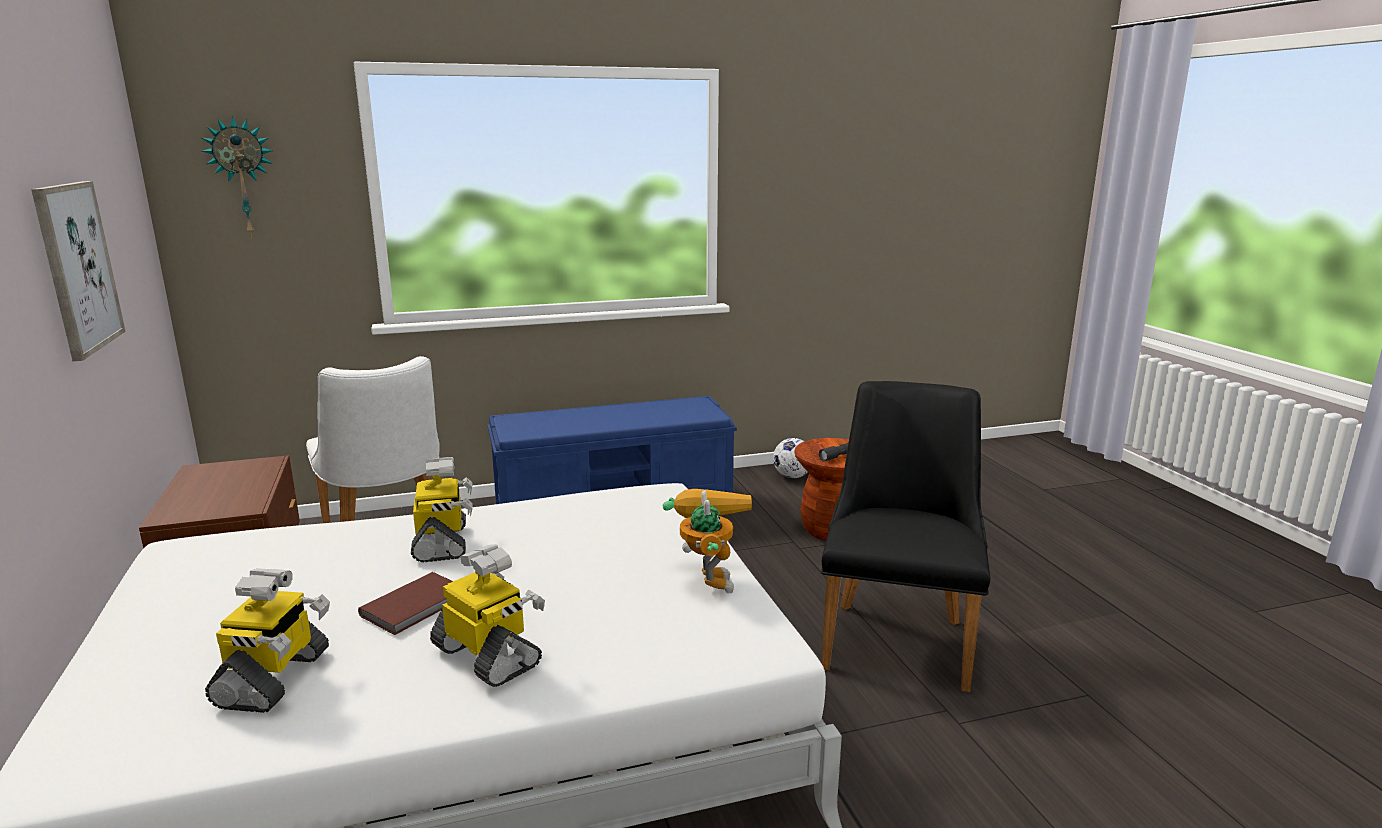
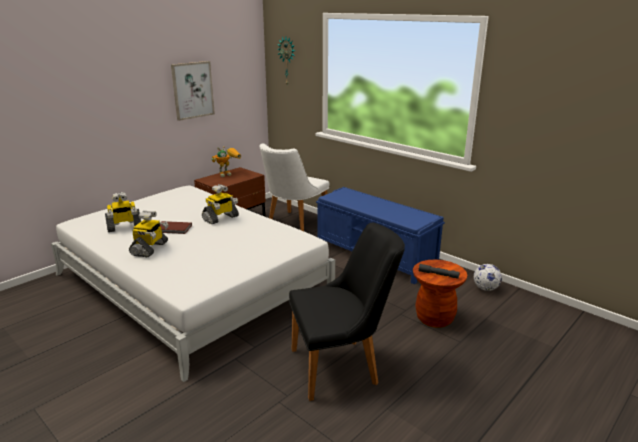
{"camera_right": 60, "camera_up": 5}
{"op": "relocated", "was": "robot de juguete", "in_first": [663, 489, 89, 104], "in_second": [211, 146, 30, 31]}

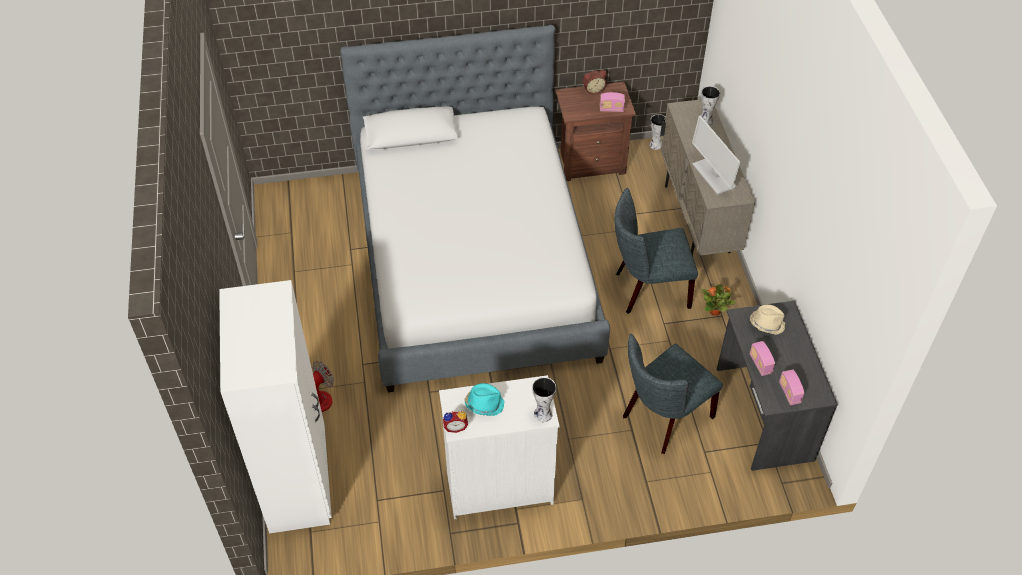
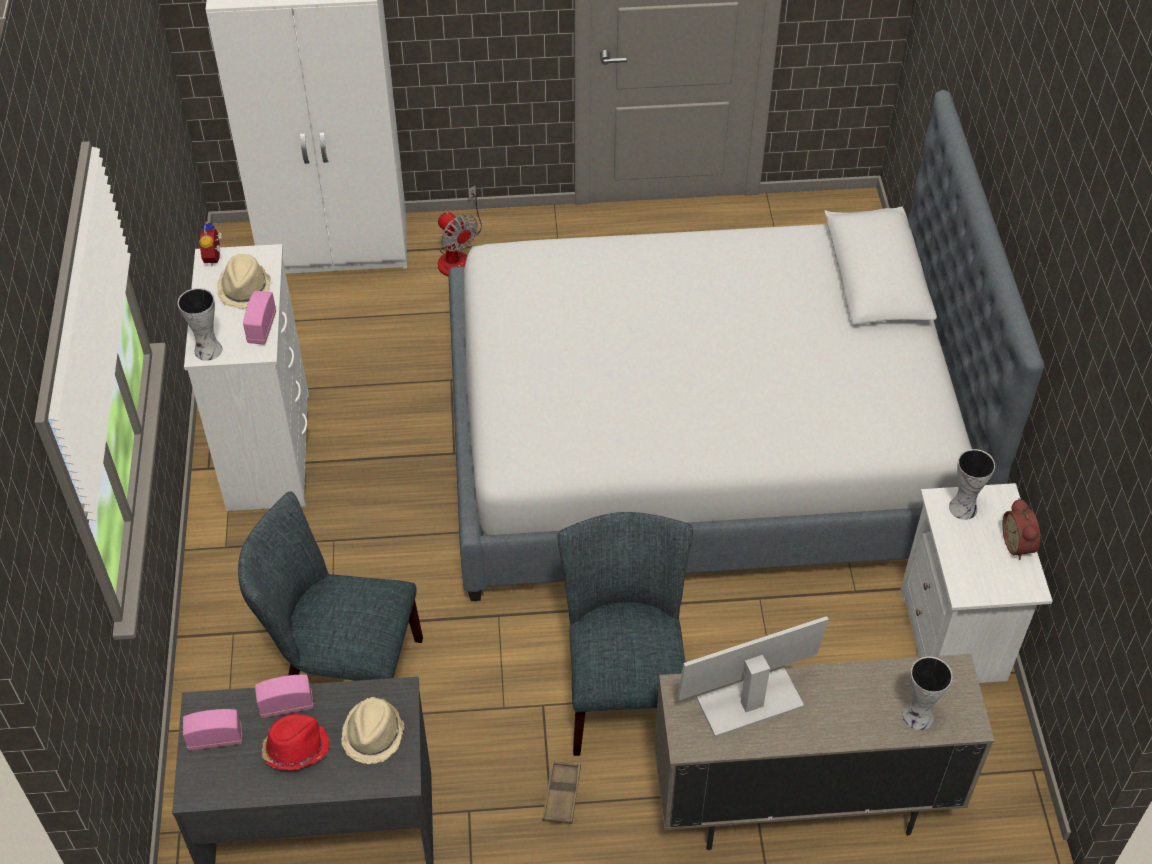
{"camera_right": 95, "camera_up": 0}
{"op": "appeared", "now": "sombrero/rojo", "in_second": [262, 714, 68, 57]}
{"op": "relocated", "was": "radio", "in_first": [600, 92, 25, 20], "in_second": [243, 291, 33, 54]}
{"op": "relocated", "was": "florero", "in_first": [649, 114, 17, 36], "in_second": [949, 449, 46, 71]}
{"op": "exchanged", "was": "planta en maceta", "now": "bandeja/marrón", "in_first": [701, 284, 34, 32], "in_second": [542, 761, 39, 63]}
{"op": "colour", "was": "sombrero/turquesa", "now": "sombrero/beis", "in_first": [464, 383, 41, 33], "in_second": [217, 254, 54, 55]}
{"op": "colour", "was": "mesita de noche/marrón", "now": "mesita de noche/blanco", "in_first": [555, 82, 81, 99], "in_second": [901, 483, 152, 200]}
{"op": "spun", "was": "silla/gris", "in_first": [623, 334, 100, 120], "in_second": [238, 492, 185, 189], "clockwise": -45}

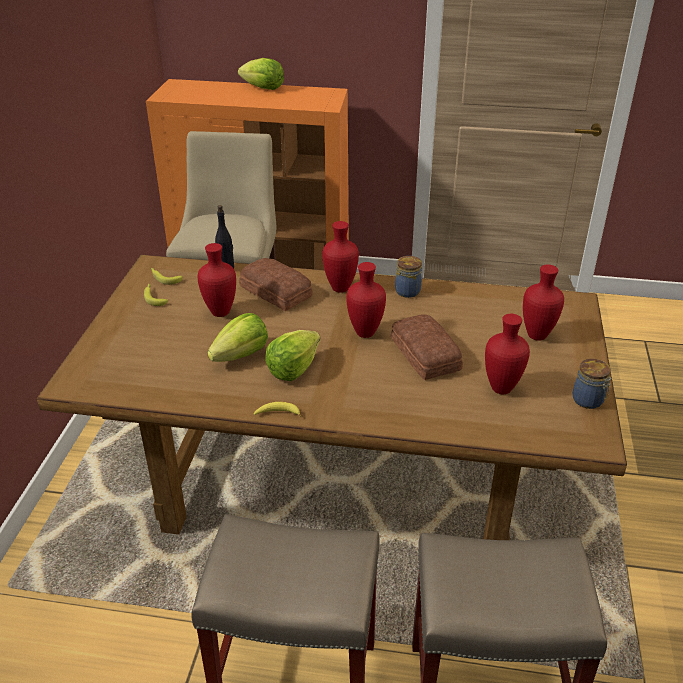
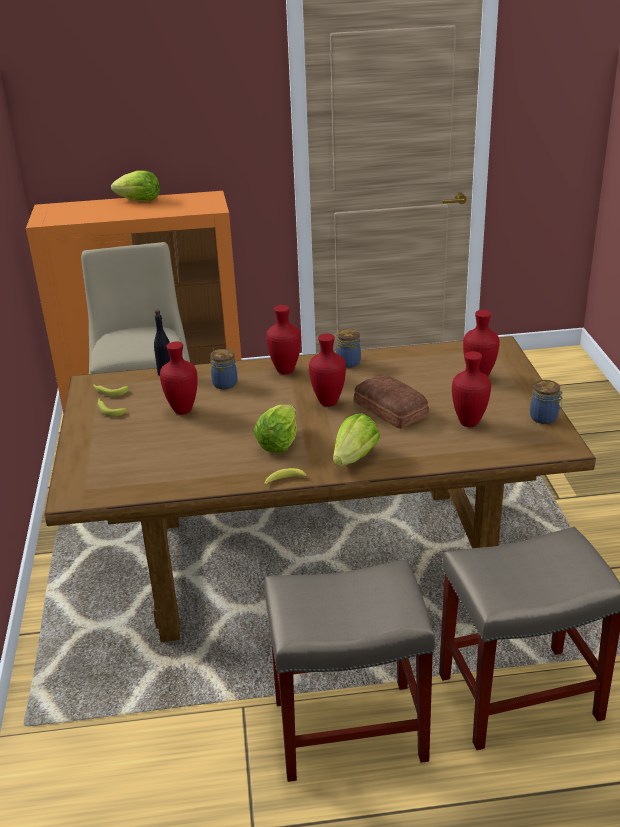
{"camera_right": -15, "camera_up": -5}
{"op": "relocated", "was": "lechuga", "in_first": [207, 313, 61, 49], "in_second": [333, 413, 47, 53]}
{"op": "exchanged", "was": "pan", "now": "tarro", "in_first": [239, 258, 74, 53], "in_second": [210, 349, 28, 40]}

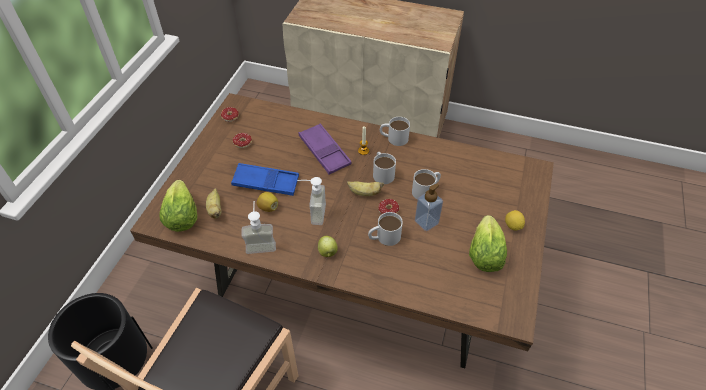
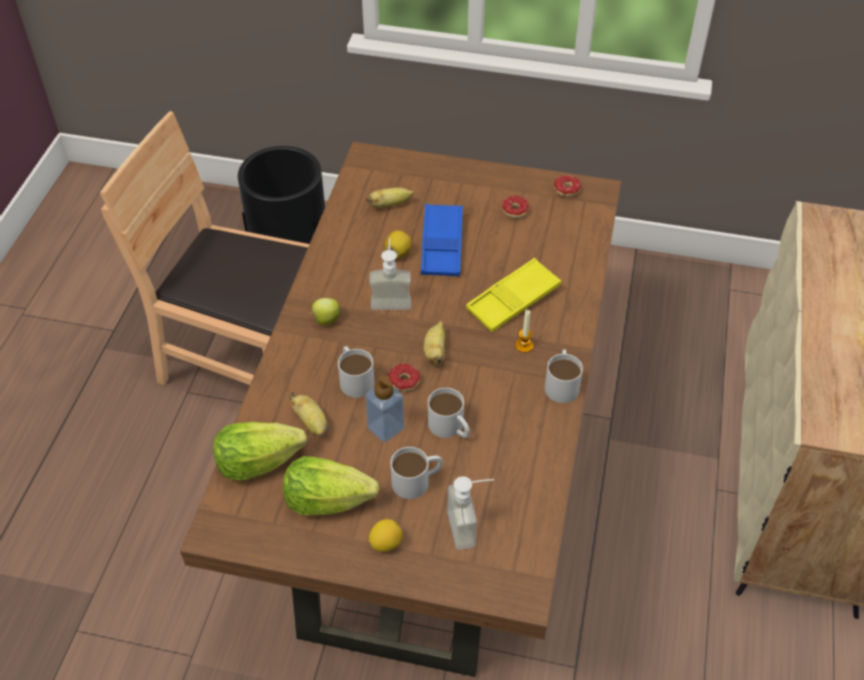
{"camera_right": 85, "camera_up": 0}
{"op": "appeared", "now": "plátano", "in_second": [289, 391, 38, 46]}
{"op": "relocated", "was": "lechuga", "in_first": [159, 180, 38, 52], "in_second": [213, 422, 94, 59]}
{"op": "relocated", "was": "dispensador de jabón", "in_first": [241, 201, 35, 53], "in_second": [447, 476, 47, 74]}
{"op": "relocated", "was": "taza grande/blanco", "in_first": [373, 152, 23, 32], "in_second": [391, 447, 52, 52]}
{"op": "colour", "was": "bandeja/morado", "now": "bandeja/amarillo", "in_first": [299, 123, 53, 52], "in_second": [466, 258, 95, 74]}

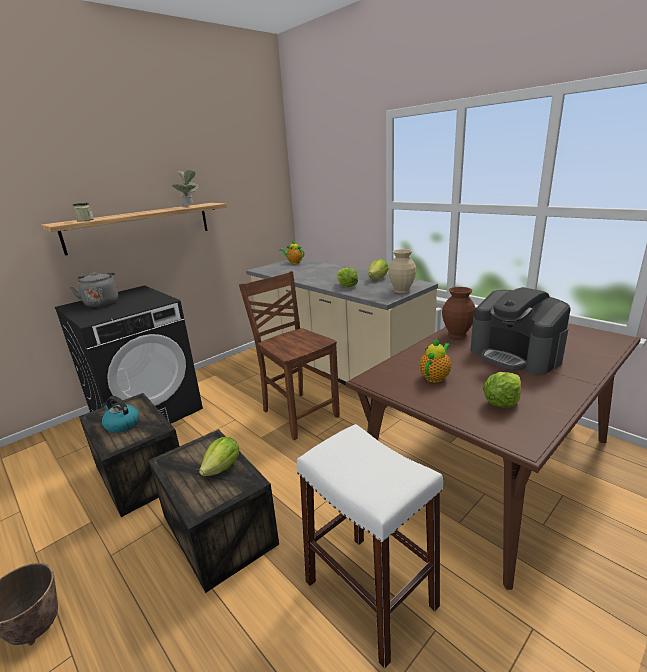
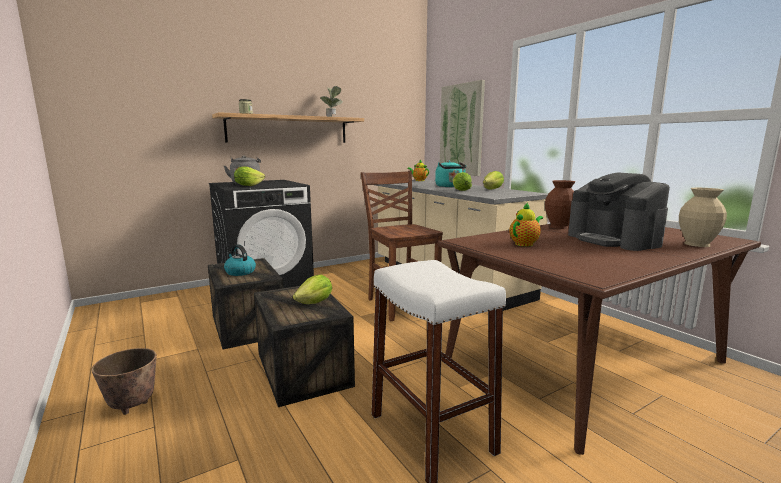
{"camera_right": 10, "camera_up": -10}
{"op": "appeared", "now": "hervidor/turquesa", "in_second": [435, 160, 32, 27]}
{"op": "appeared", "now": "cuadro", "in_second": [440, 80, 45, 96]}
{"op": "relocated", "was": "florero/beis", "in_first": [388, 249, 28, 44], "in_second": [679, 188, 48, 59]}
{"op": "relocated", "was": "lechuga", "in_first": [483, 372, 38, 36], "in_second": [234, 167, 31, 19]}

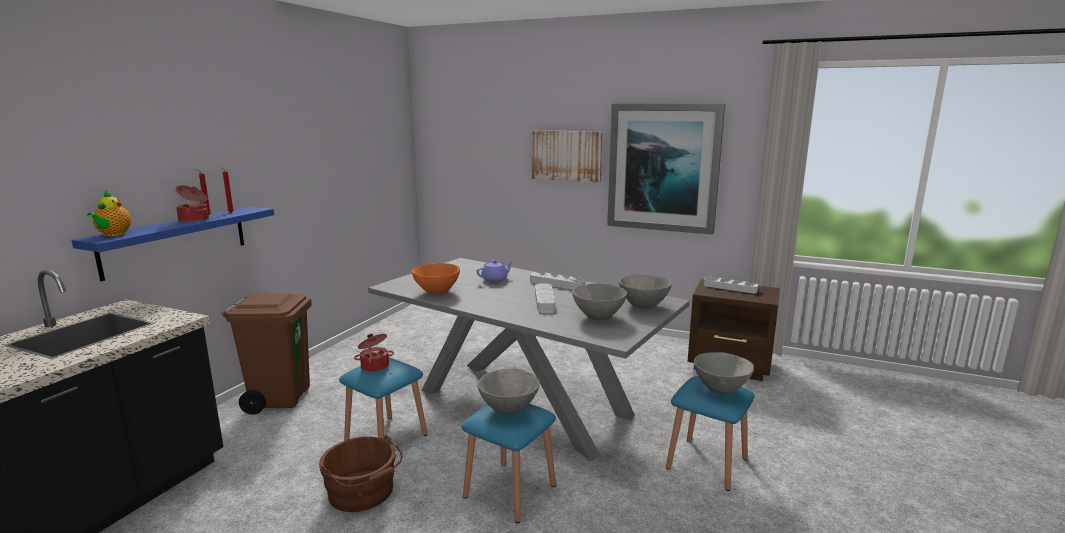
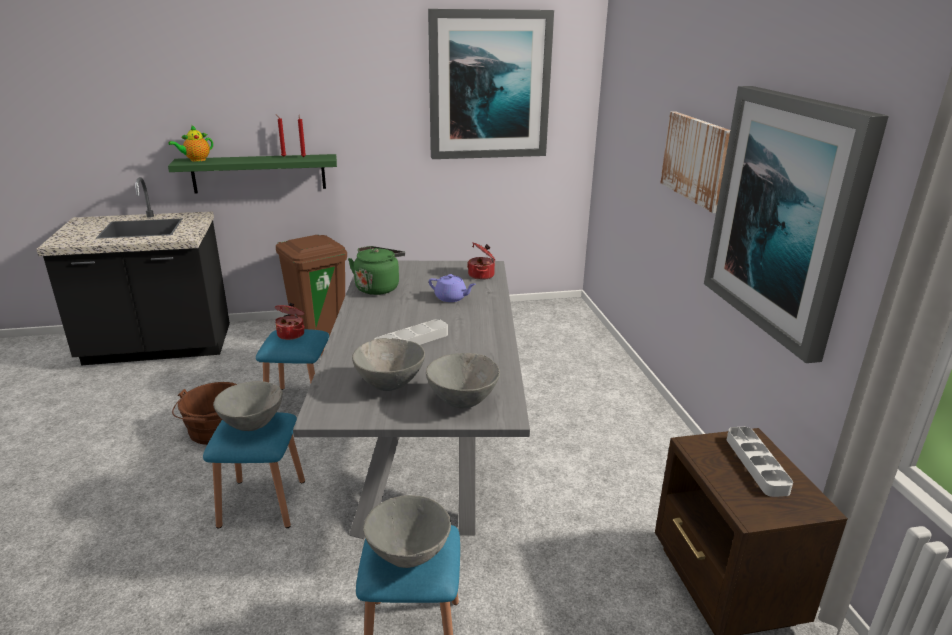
{"camera_right": 55, "camera_up": 10}
{"op": "missing", "was": "bandeja/gris", "in_first": [530, 272, 56, 17]}
{"op": "appeared", "now": "cuadro", "in_second": [428, 9, 126, 150]}
{"op": "relocated", "was": "olla", "in_first": [176, 185, 33, 37], "in_second": [467, 242, 28, 38]}
{"op": "exchanged", "was": "cuenco/naranja", "now": "hervidor/verde", "in_first": [412, 263, 48, 31], "in_second": [348, 246, 57, 49]}
{"op": "colour", "was": "estante/azul", "now": "estante/verde", "in_first": [71, 207, 203, 74], "in_second": [168, 154, 169, 40]}

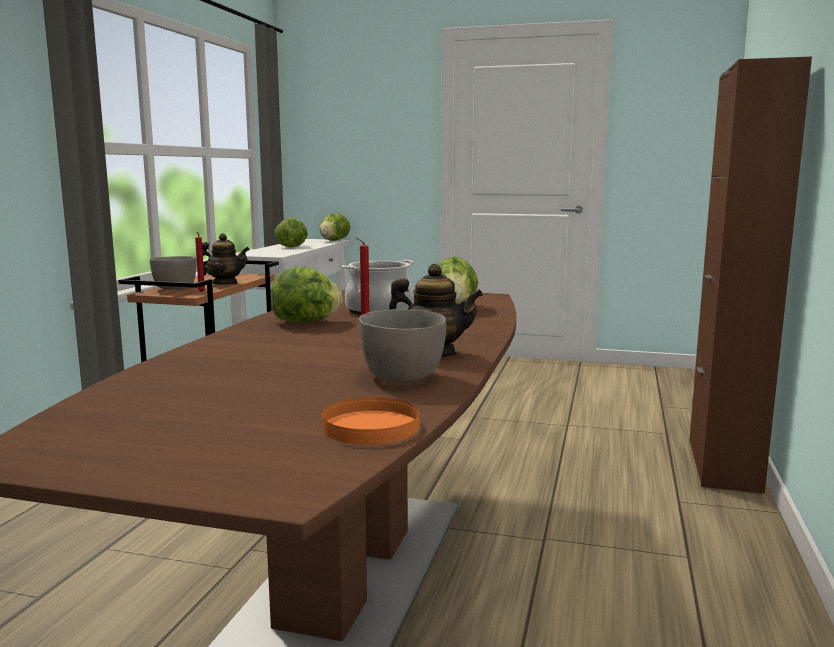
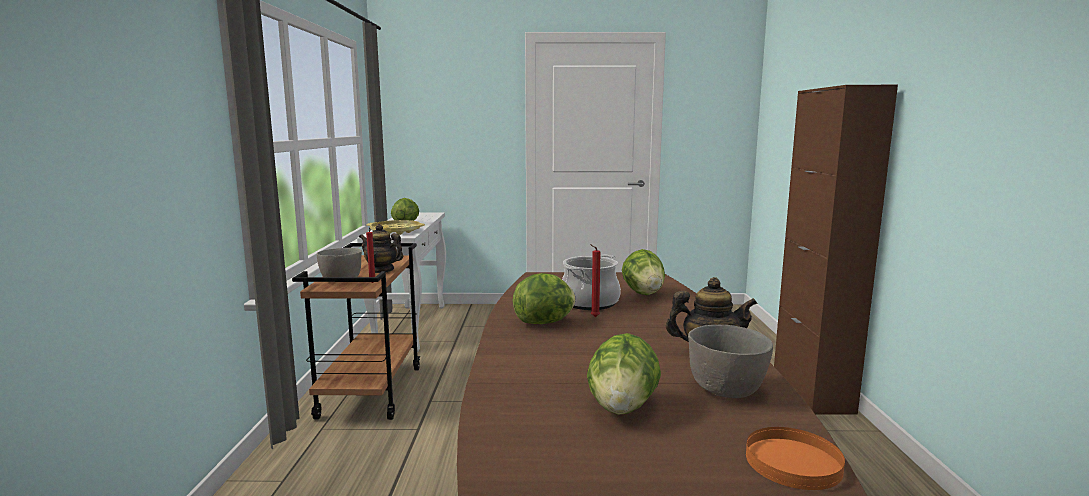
{"camera_right": -15, "camera_up": 0}
{"op": "appeared", "now": "bandeja/amarillo", "in_second": [366, 220, 59, 15]}
{"op": "relocated", "was": "lechuga", "in_first": [319, 213, 31, 28], "in_second": [587, 333, 74, 82]}
{"op": "spun", "was": "tetera", "in_first": [202, 233, 48, 52], "in_second": [359, 224, 44, 49], "clockwise": -150}

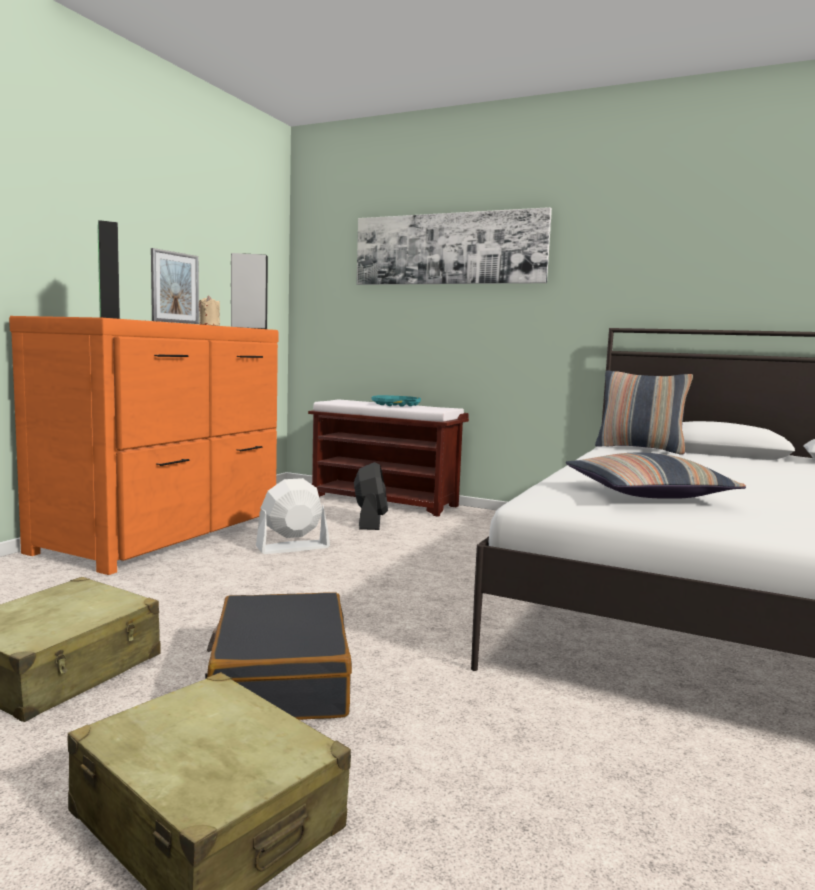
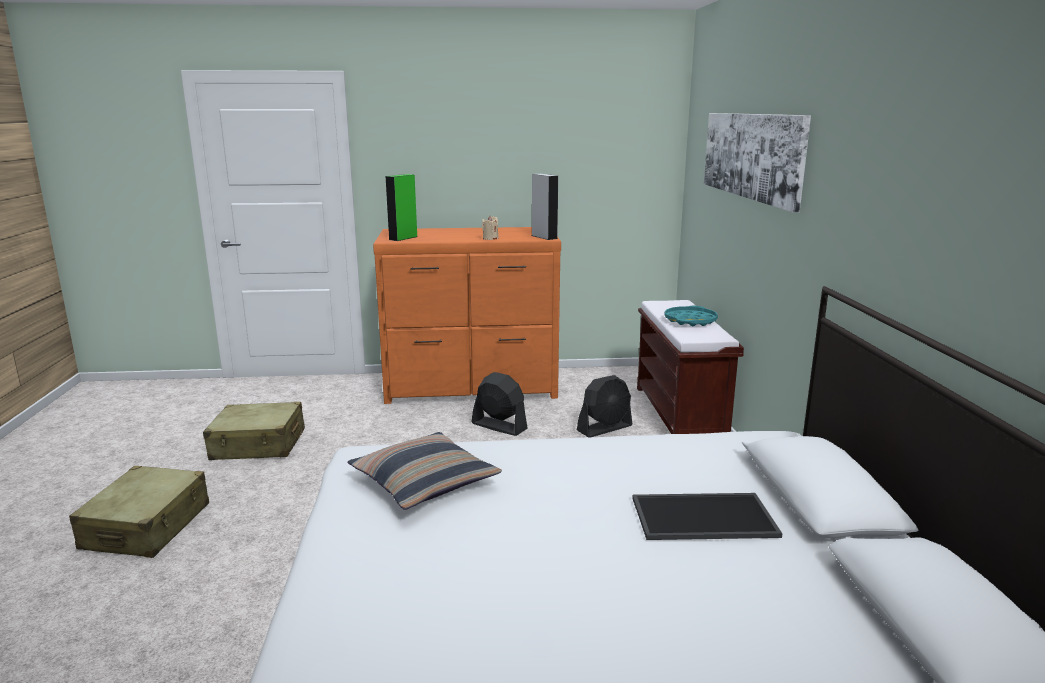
{"camera_right": 60, "camera_up": 10}
{"op": "missing", "was": "portarretratos", "in_first": [151, 248, 48, 76]}
{"op": "missing", "was": "maleta/negro", "in_first": [205, 592, 147, 128]}
{"op": "missing", "was": "cojín", "in_first": [595, 370, 98, 85]}
{"op": "appeared", "now": "bandeja", "in_second": [632, 493, 150, 47]}
{"op": "colour", "was": "ventilador/blanco", "now": "ventilador/negro", "in_first": [256, 478, 74, 76], "in_second": [471, 372, 57, 64]}

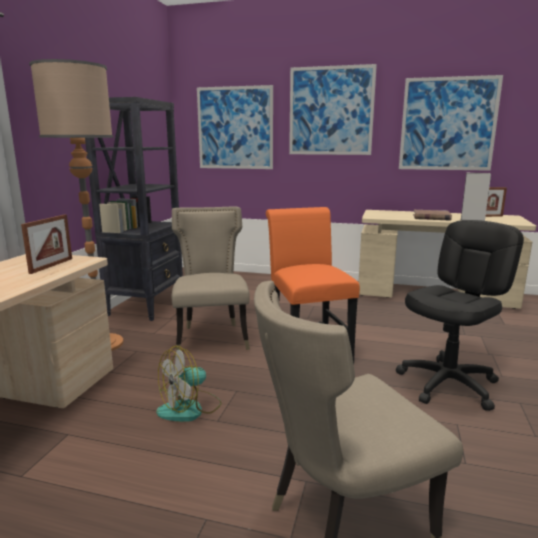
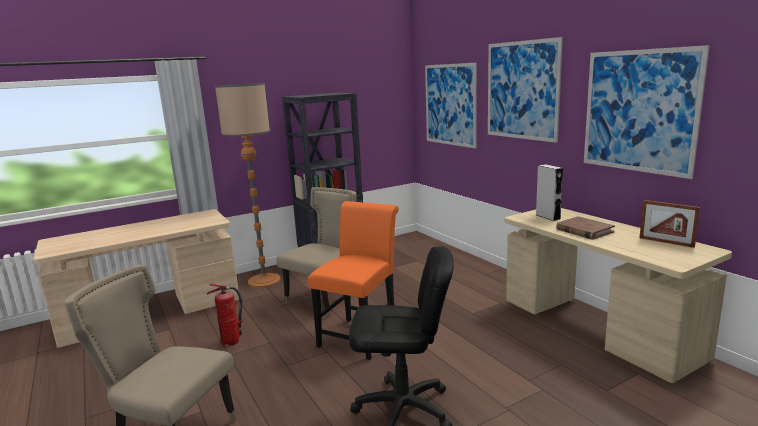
{"camera_right": 45, "camera_up": 0}
{"op": "missing", "was": "portarretratos", "in_first": [21, 214, 51, 60]}
{"op": "relocated", "was": "altavoz/gris", "in_first": [461, 173, 30, 48], "in_second": [536, 164, 27, 57]}
{"op": "exchanged", "was": "ventilador", "now": "extintor", "in_first": [156, 346, 65, 76], "in_second": [207, 283, 35, 63]}

